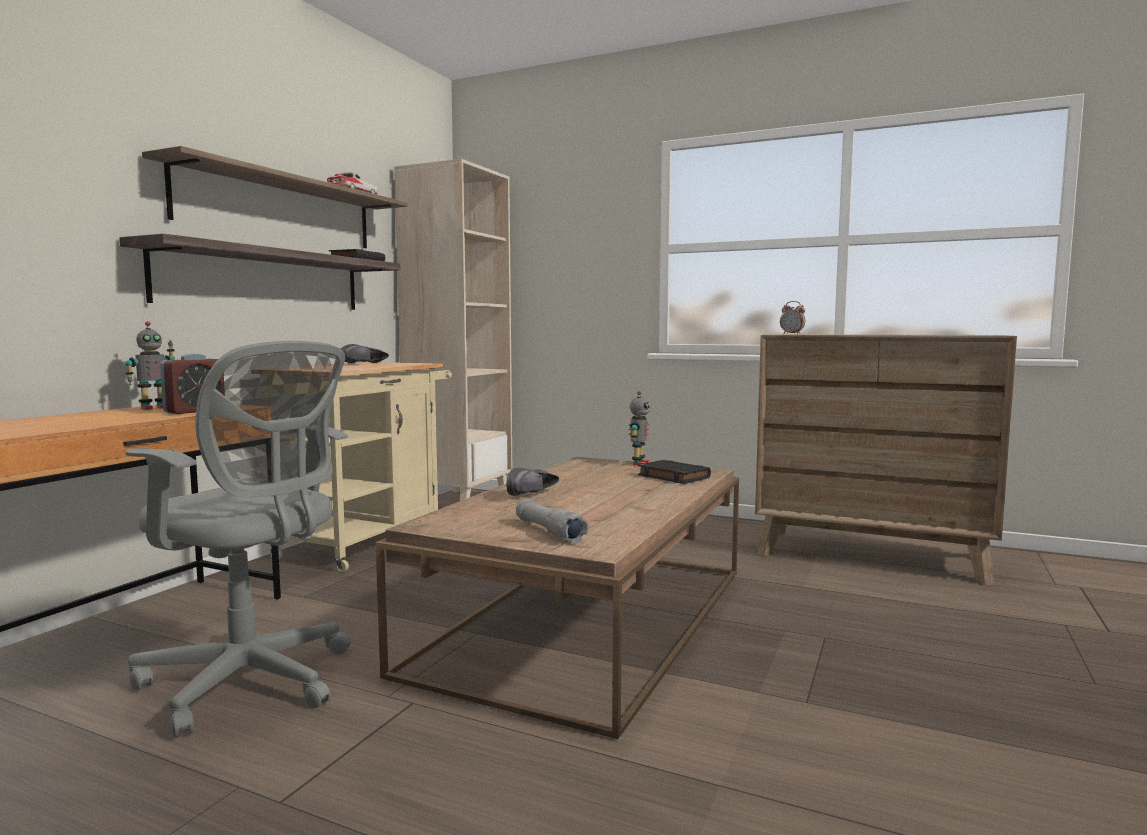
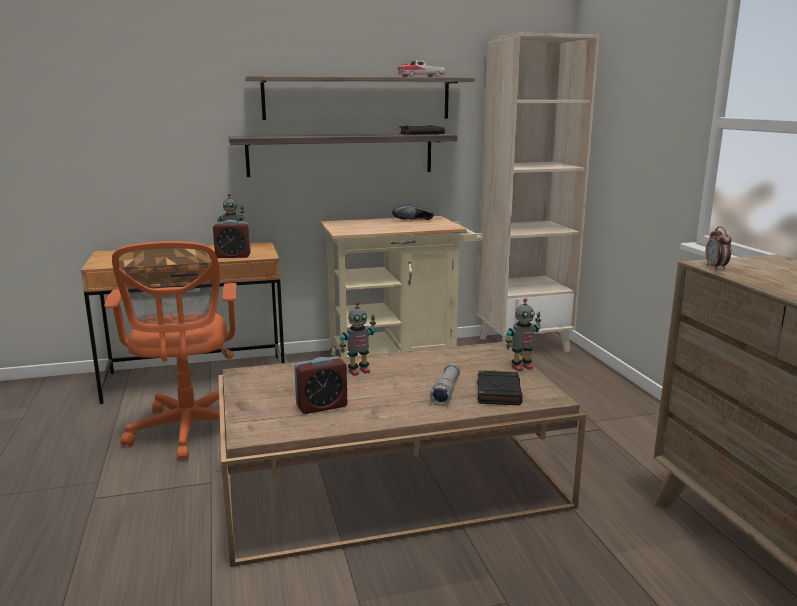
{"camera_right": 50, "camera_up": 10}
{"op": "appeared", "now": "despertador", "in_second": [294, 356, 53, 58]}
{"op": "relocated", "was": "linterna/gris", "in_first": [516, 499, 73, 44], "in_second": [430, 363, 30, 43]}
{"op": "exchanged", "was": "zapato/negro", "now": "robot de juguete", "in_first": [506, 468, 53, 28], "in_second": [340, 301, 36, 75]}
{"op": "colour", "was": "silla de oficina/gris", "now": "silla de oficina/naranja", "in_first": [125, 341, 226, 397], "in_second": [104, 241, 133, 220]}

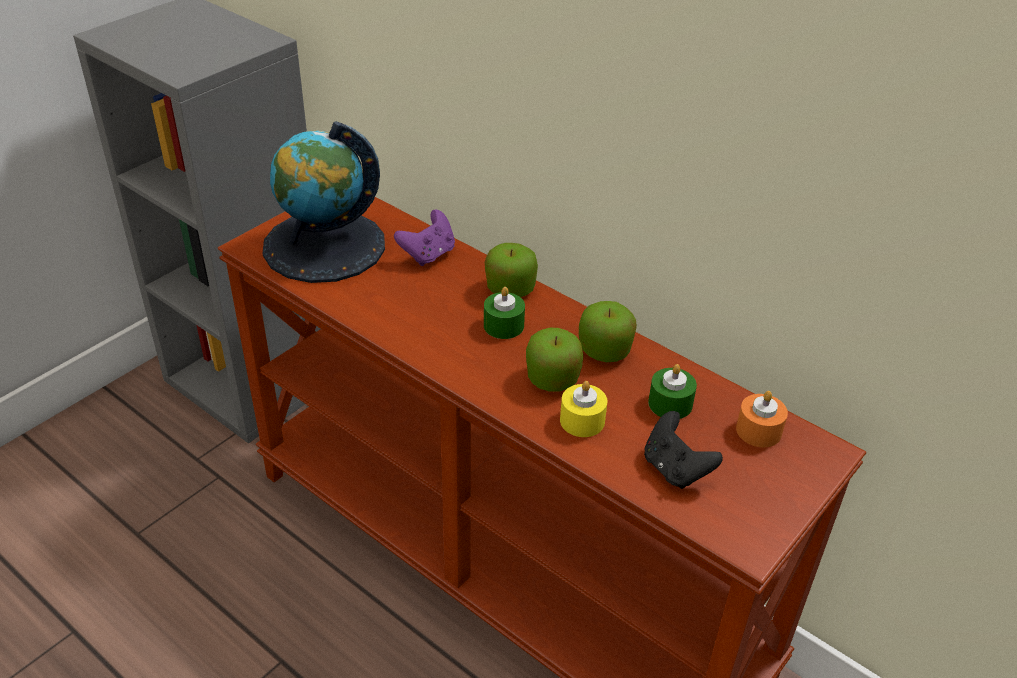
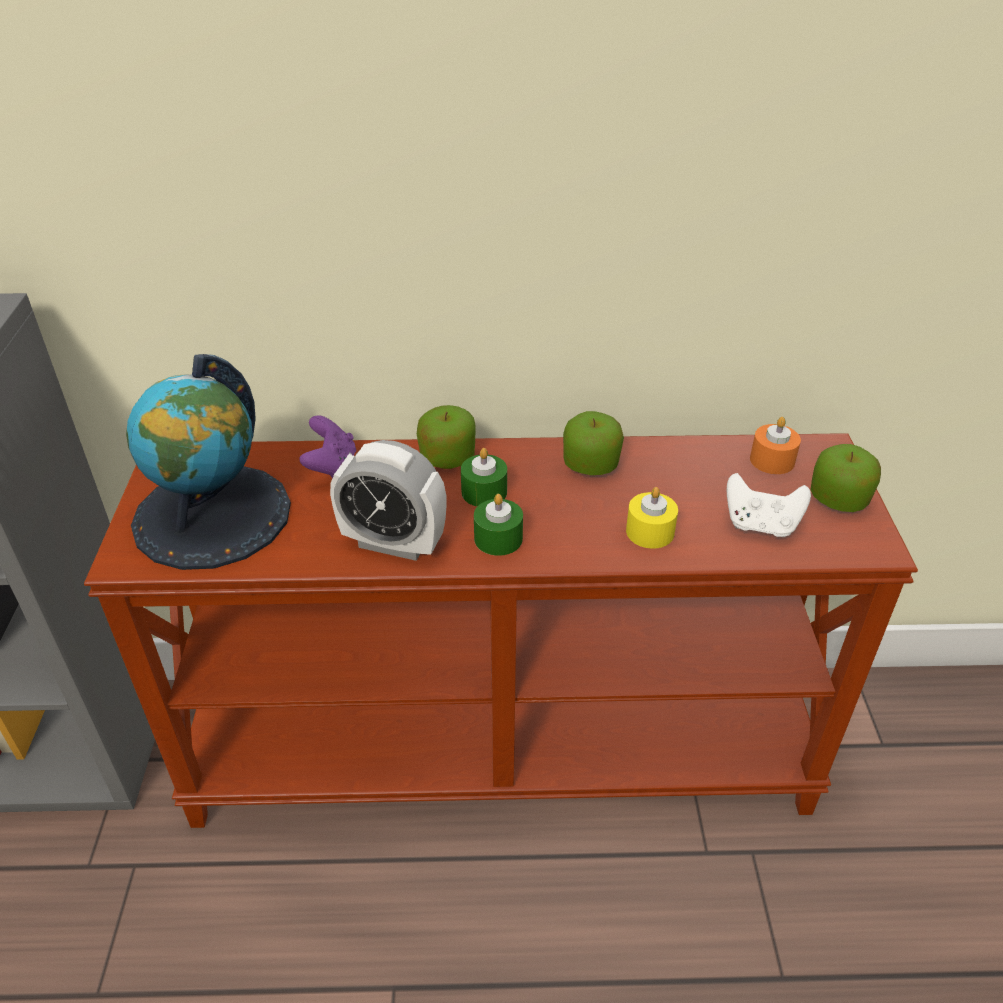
{"camera_right": -40, "camera_up": 0}
{"op": "appeared", "now": "despertador", "in_second": [330, 440, 117, 121]}
{"op": "relocated", "was": "manzana", "in_first": [526, 328, 57, 64], "in_second": [810, 444, 71, 68]}
{"op": "relocated", "was": "vela/verde", "in_first": [648, 364, 49, 55], "in_second": [474, 494, 49, 62]}
{"op": "colour", "was": "mando de consola/negro", "now": "mando de consola/blanco", "in_first": [644, 411, 79, 78], "in_second": [727, 473, 84, 64]}

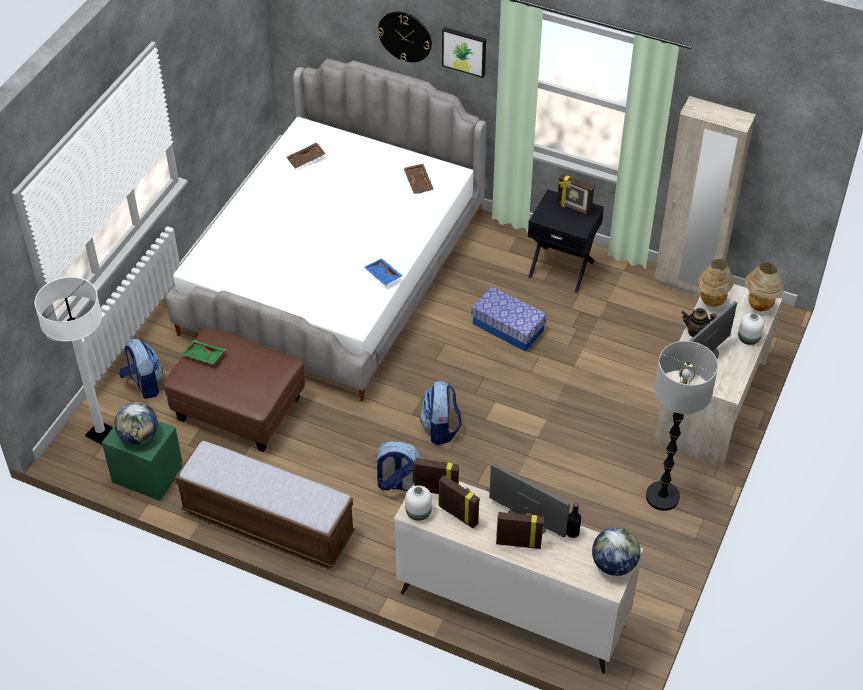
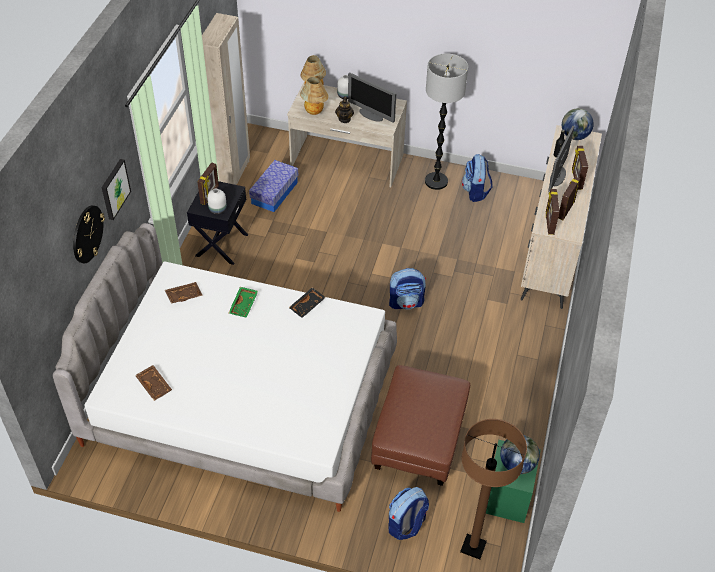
{"camera_right": -100, "camera_up": 0}
{"op": "missing", "was": "banco", "in_first": [175, 441, 180, 127]}
{"op": "relocated", "was": "bandeja/verde", "in_first": [182, 340, 43, 24], "in_second": [229, 287, 29, 31]}
{"op": "relocated", "was": "mochila", "in_first": [375, 441, 46, 50], "in_second": [462, 154, 31, 48]}
{"op": "relocated", "was": "florero/blanco", "in_first": [405, 485, 27, 36], "in_second": [207, 189, 20, 25]}
{"op": "relocated", "was": "caja de almacenaje", "in_first": [471, 286, 76, 65], "in_second": [249, 160, 49, 52]}
{"op": "colour", "was": "lámpara de pie/blanco", "now": "lámpara de pie/marrón", "in_first": [35, 277, 78, 168], "in_second": [460, 419, 67, 140]}
{"op": "colour", "was": "bandeja/azul", "now": "bandeja/negro", "in_first": [364, 258, 39, 27], "in_second": [289, 287, 37, 31]}

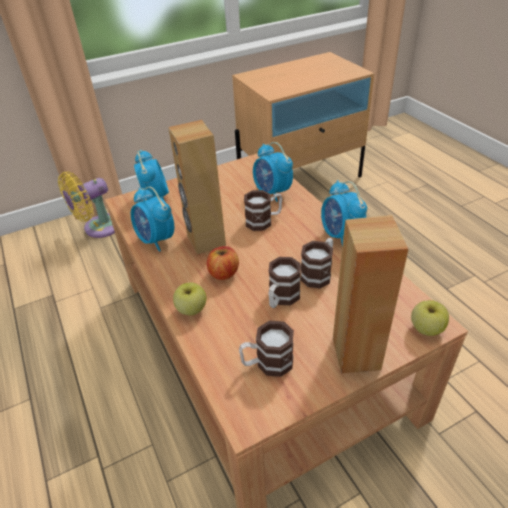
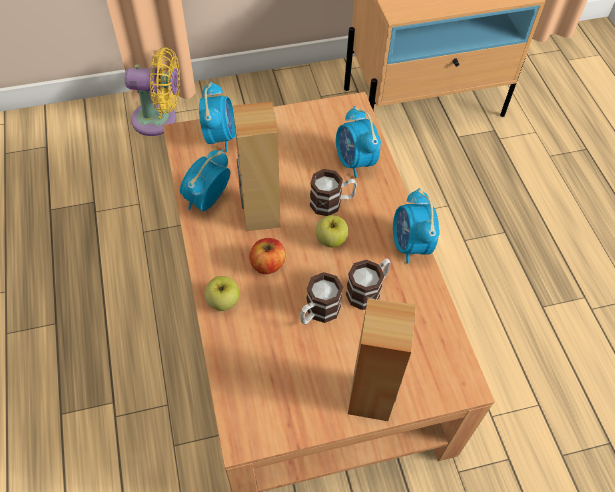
{"camera_right": 10, "camera_up": 15}
{"op": "missing", "was": "taza grande", "in_first": [239, 320, 55, 57]}
{"op": "relocated", "was": "manzana", "in_first": [411, 300, 38, 36], "in_second": [315, 215, 33, 32]}
{"op": "spun", "was": "ventilador/amarillo", "in_first": [58, 172, 57, 66], "in_second": [125, 48, 55, 88], "clockwise": -150}
{"op": "spun", "was": "despertador", "in_first": [131, 187, 43, 65], "in_second": [180, 149, 50, 62], "clockwise": 60}

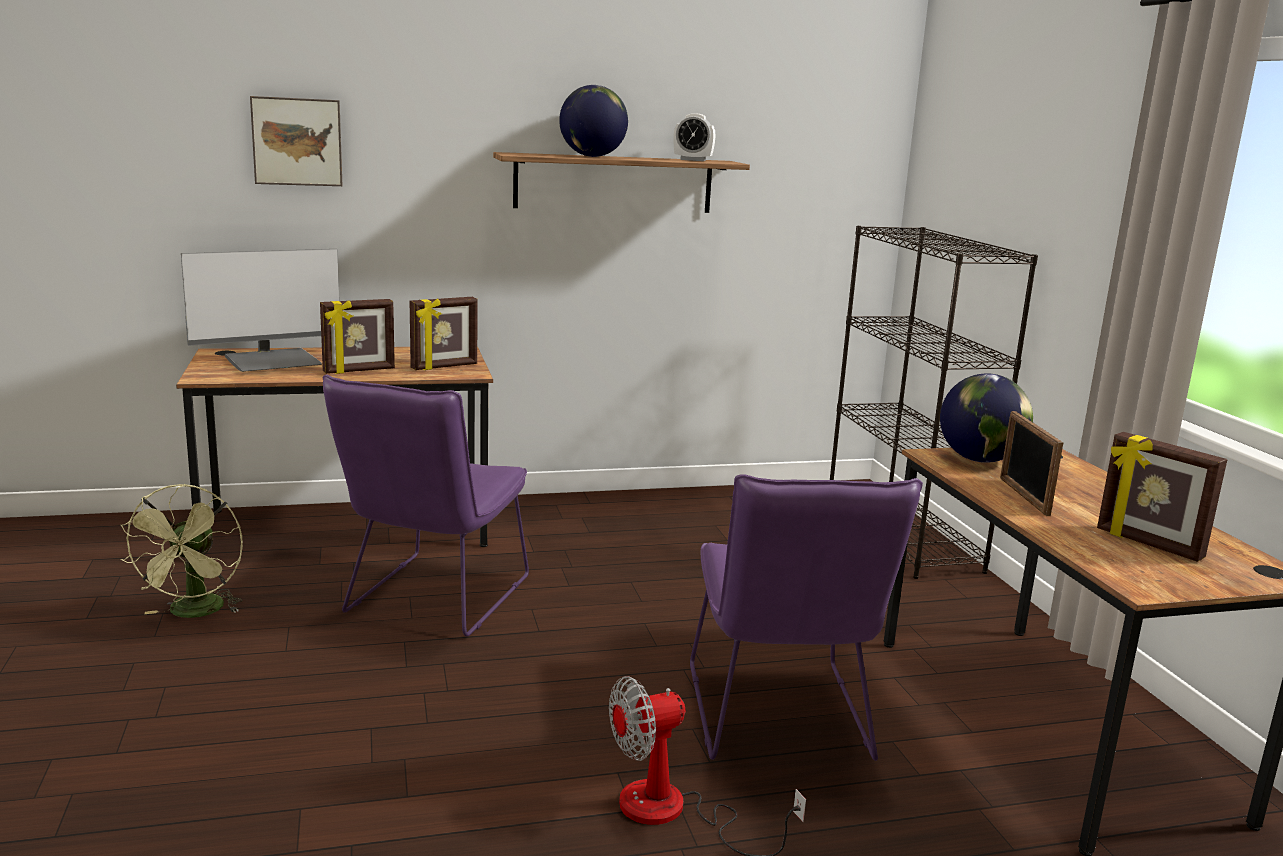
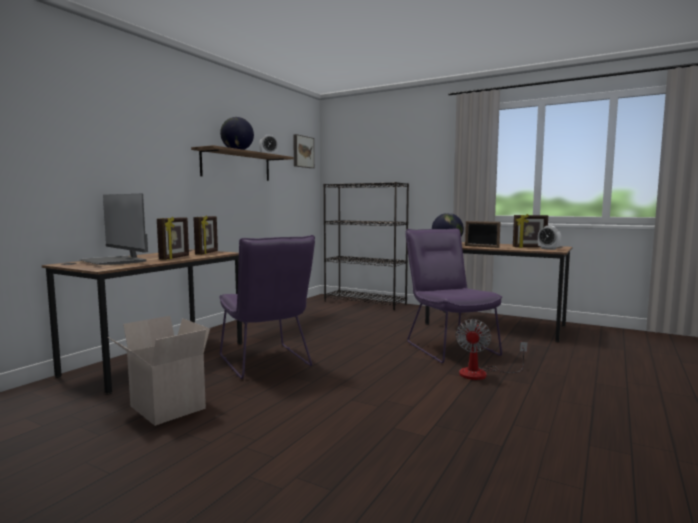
{"camera_right": -45, "camera_up": -10}
{"op": "appeared", "now": "despertador", "in_second": [538, 226, 23, 24]}
{"op": "relocated", "was": "cuadro", "in_first": [250, 96, 93, 90], "in_second": [293, 134, 21, 34]}
{"op": "exchanged", "was": "ventilador/verde", "now": "caja de cartón", "in_first": [120, 484, 123, 134], "in_second": [108, 316, 102, 110]}
{"op": "spun", "was": "monitor", "in_first": [181, 249, 158, 123], "in_second": [79, 194, 69, 71], "clockwise": 120}
{"op": "spun", "was": "silla/morado", "in_first": [690, 474, 233, 287], "in_second": [406, 228, 96, 135], "clockwise": -150}

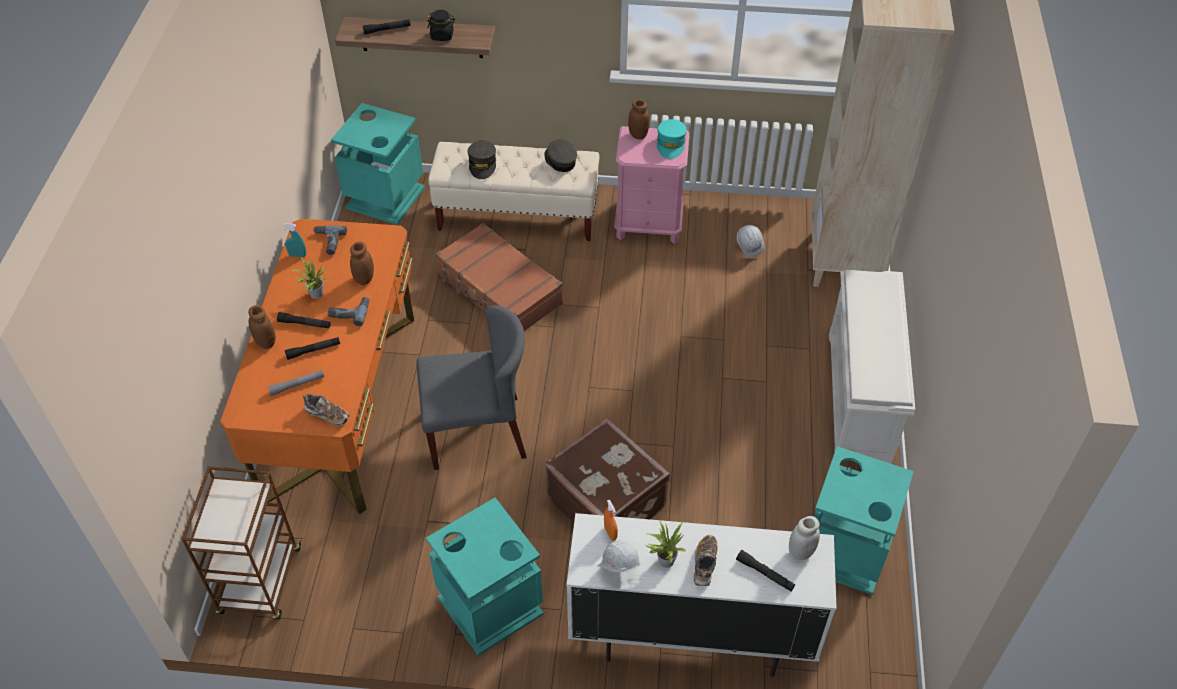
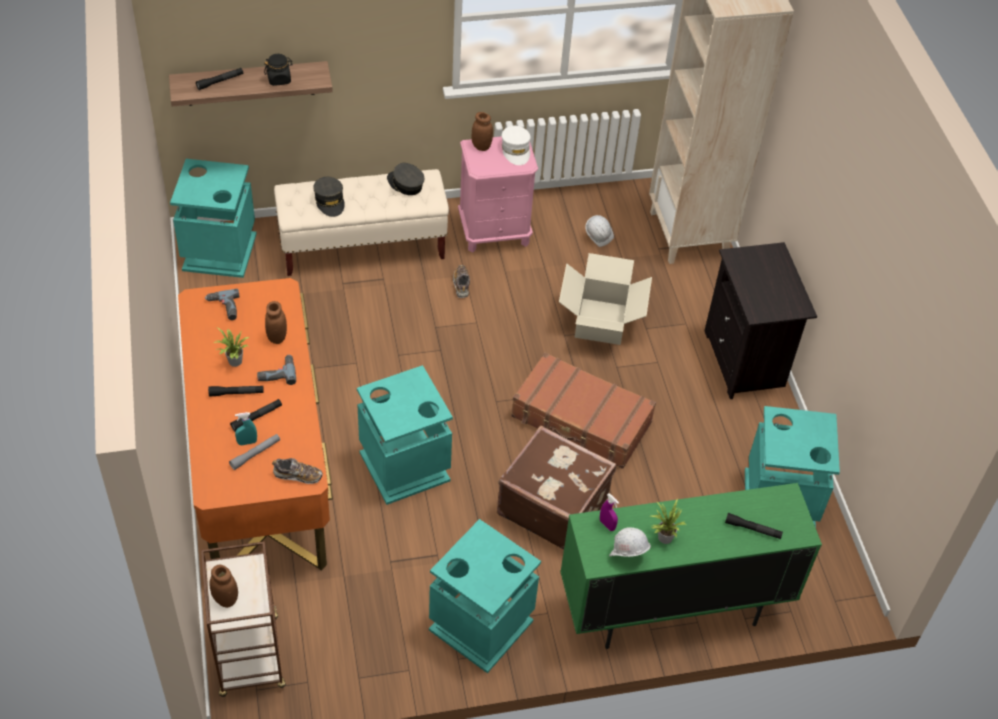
{"camera_right": -20, "camera_up": 0}
{"op": "missing", "was": "tarro/blanco", "in_first": [789, 516, 31, 44]}
{"op": "appeared", "now": "caja de cartón", "in_second": [559, 253, 93, 92]}
{"op": "relocated", "was": "tarro/marrón", "in_first": [248, 305, 28, 44], "in_second": [209, 565, 29, 43]}
{"op": "relocated", "was": "pulverizador/turquesa", "in_first": [282, 223, 24, 34], "in_second": [235, 412, 22, 33]}
{"op": "relocated", "was": "maleta/marrón", "in_first": [435, 223, 128, 108], "in_second": [511, 352, 145, 117]}
{"op": "relocated", "was": "zapato", "in_first": [694, 535, 24, 51], "in_second": [453, 265, 17, 33]}
{"op": "exchanged", "was": "silla/gris", "now": "papelera/turquesa", "in_first": [416, 305, 111, 165], "in_second": [357, 365, 96, 140]}
{"op": "exchanged", "was": "zapatero/blanco", "now": "mesita de noche/negro", "in_first": [829, 270, 86, 194], "in_second": [705, 242, 112, 157]}
{"op": "colour", "was": "armario/blanco", "now": "armario/verde", "in_first": [567, 513, 269, 164], "in_second": [560, 483, 262, 166]}
{"op": "colour", "was": "pulverizador/naranja", "now": "pulverizador/morado", "in_first": [604, 500, 14, 41], "in_second": [600, 493, 19, 38]}
{"op": "colour", "was": "gorra/turquesa", "now": "gorra/blanco", "in_first": [657, 119, 30, 40], "in_second": [501, 126, 30, 39]}

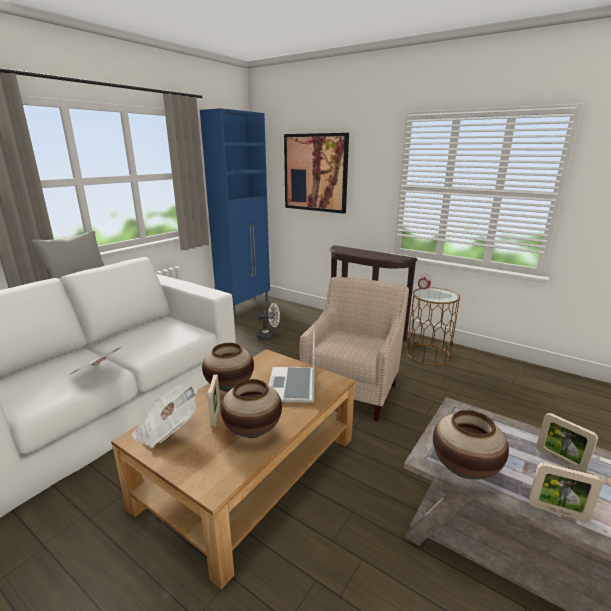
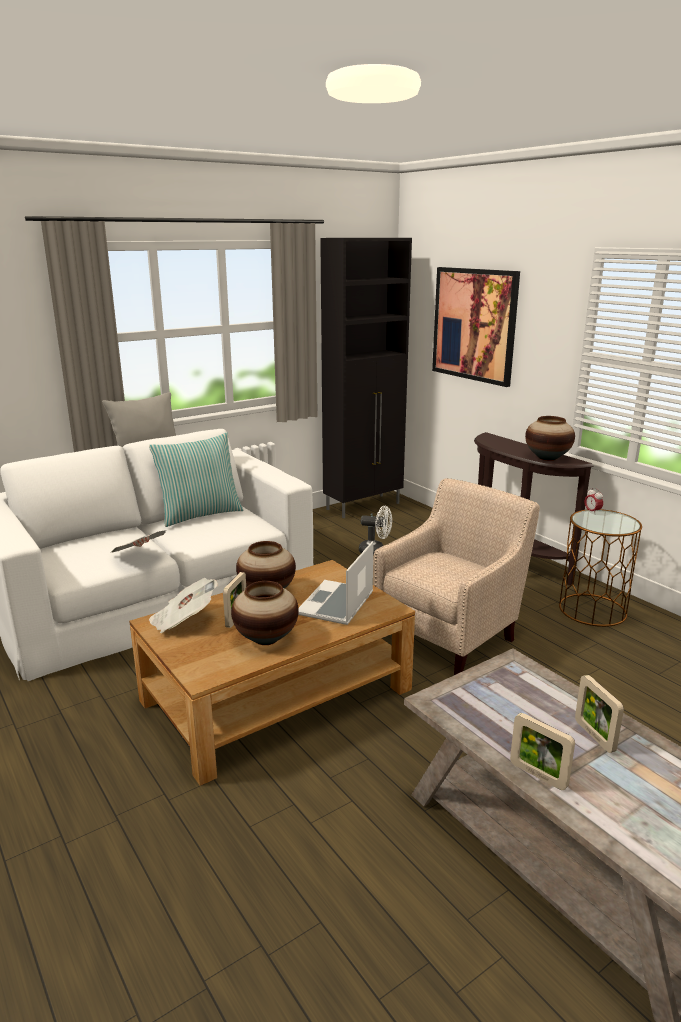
{"camera_right": 20, "camera_up": 0}
{"op": "appeared", "now": "cojín", "in_second": [149, 433, 94, 94]}
{"op": "relocated", "was": "florero", "in_first": [433, 410, 76, 70], "in_second": [525, 416, 50, 45]}
{"op": "colour", "was": "armario/azul", "now": "armario/negro", "in_first": [200, 108, 70, 209], "in_second": [320, 238, 92, 280]}

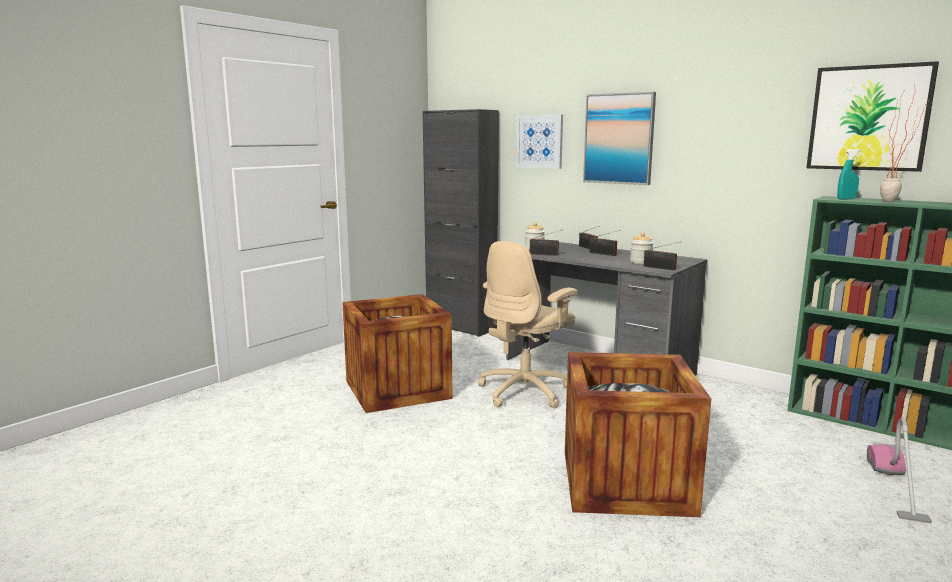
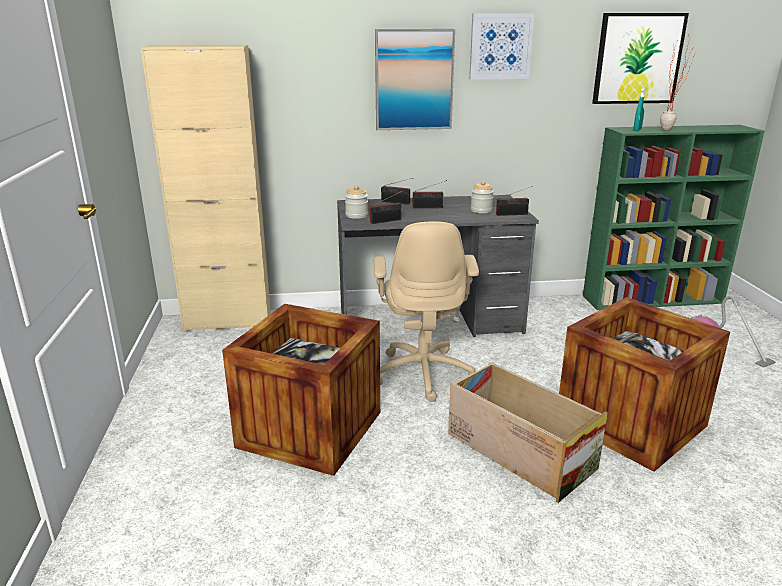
{"camera_right": -45, "camera_up": 10}
{"op": "appeared", "now": "caja de embalaje", "in_second": [448, 362, 160, 141]}
{"op": "relocated", "was": "cuadro", "in_first": [516, 115, 47, 54], "in_second": [469, 13, 65, 66]}
{"op": "colour", "was": "armario/negro", "now": "armario/beis", "in_first": [423, 109, 76, 228], "in_second": [141, 45, 130, 287]}

